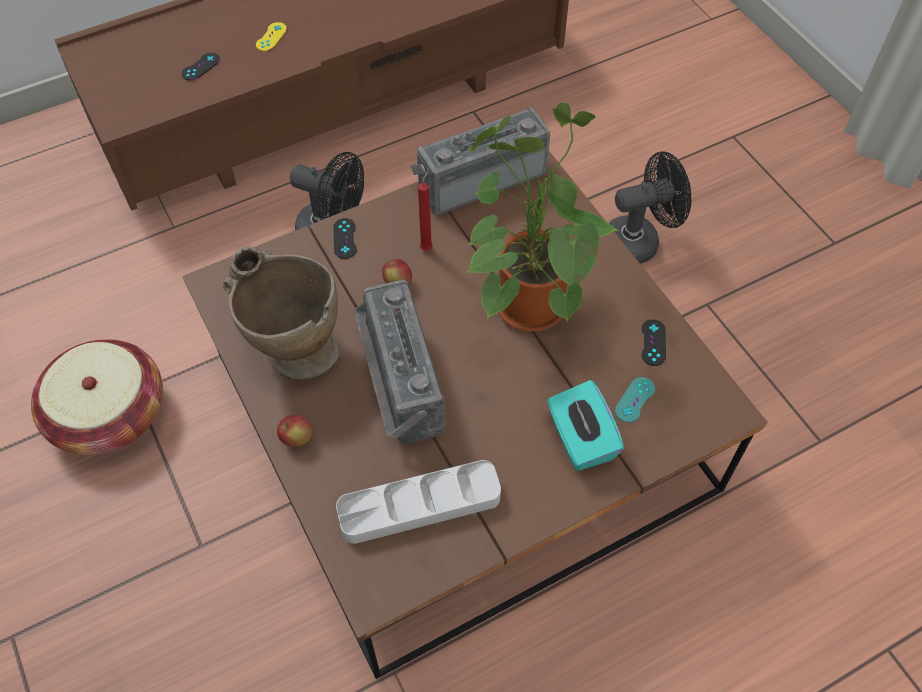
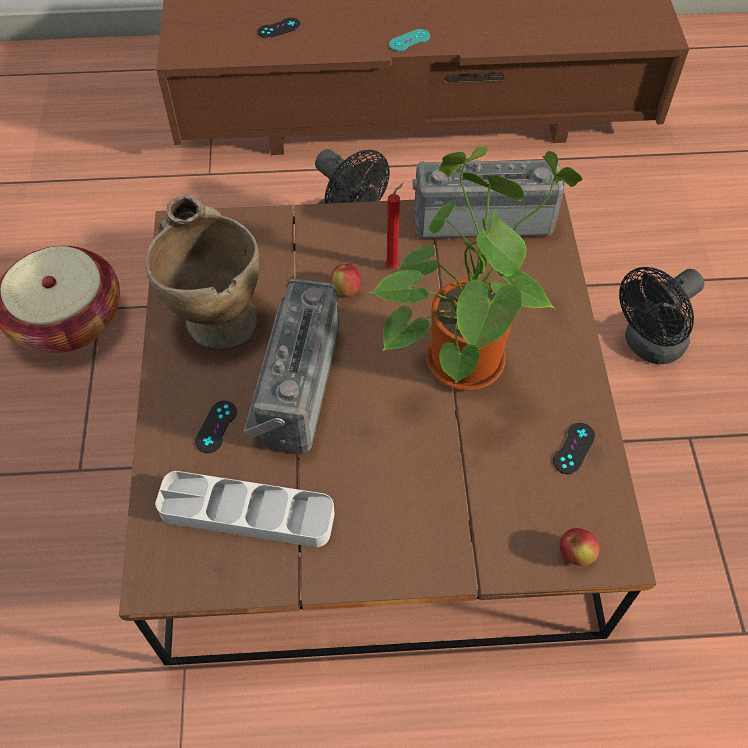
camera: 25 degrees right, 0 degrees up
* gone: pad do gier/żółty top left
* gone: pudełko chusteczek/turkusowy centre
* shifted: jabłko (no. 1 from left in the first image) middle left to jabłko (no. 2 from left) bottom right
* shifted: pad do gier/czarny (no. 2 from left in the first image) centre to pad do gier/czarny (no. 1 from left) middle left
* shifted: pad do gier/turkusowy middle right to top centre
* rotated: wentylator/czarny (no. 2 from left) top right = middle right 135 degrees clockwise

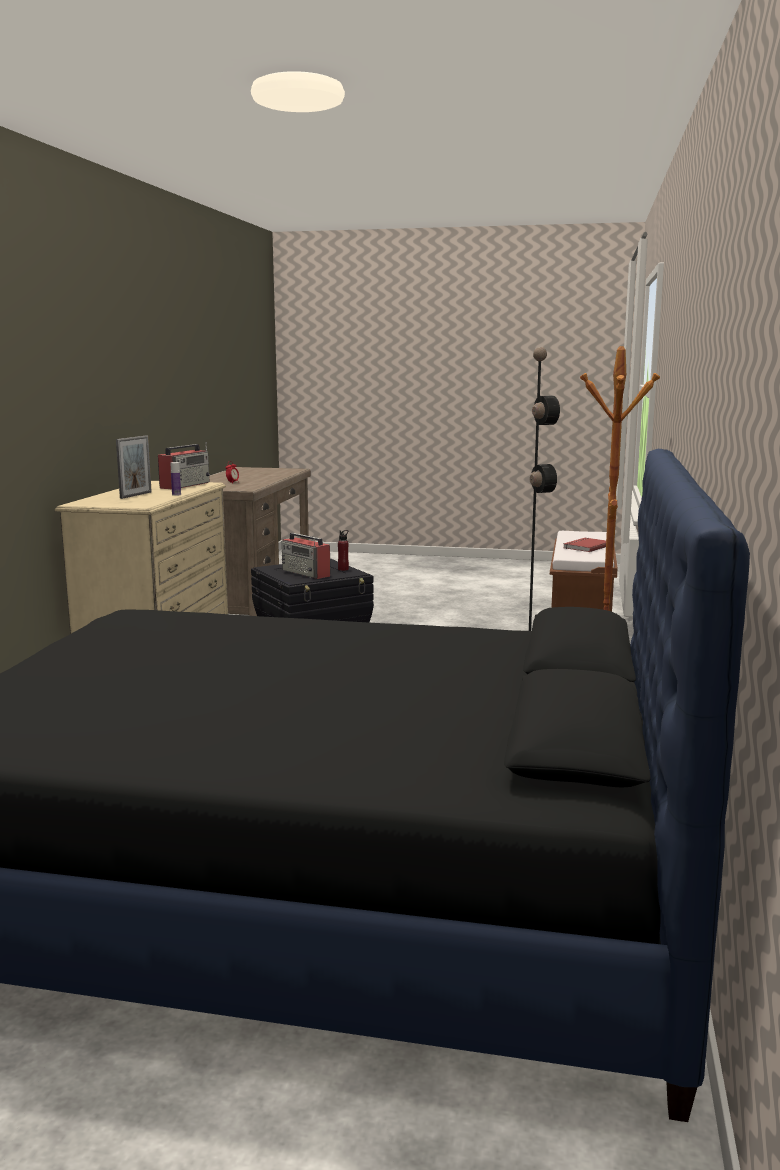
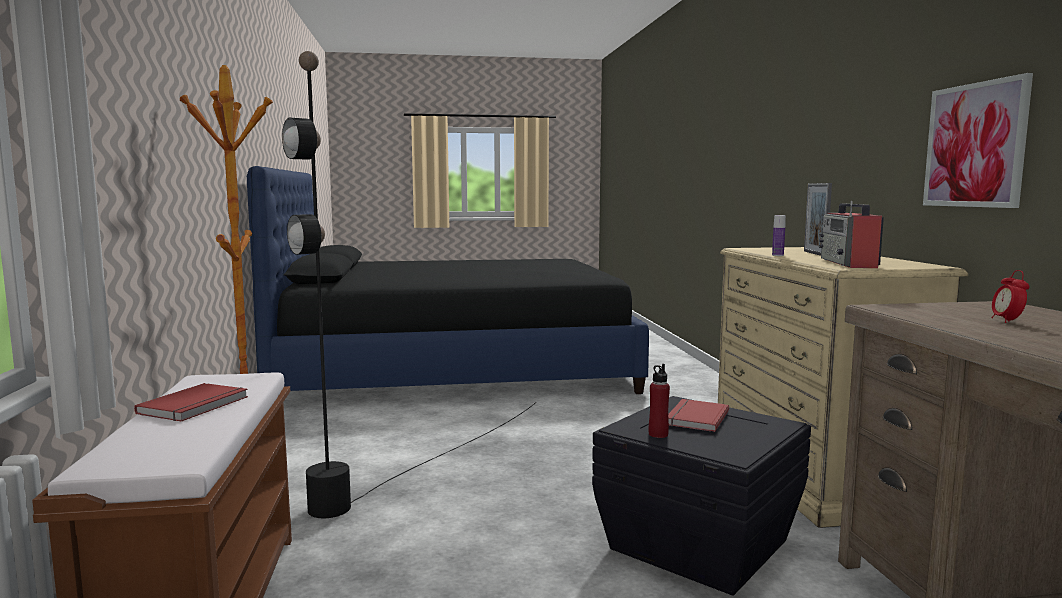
camera: 160 degrees right, 5 degrees down
* new: obraz top right
* swapped: radio (no. 2 from left) centre to książka/czerwony (no. 2 from left) bottom centre

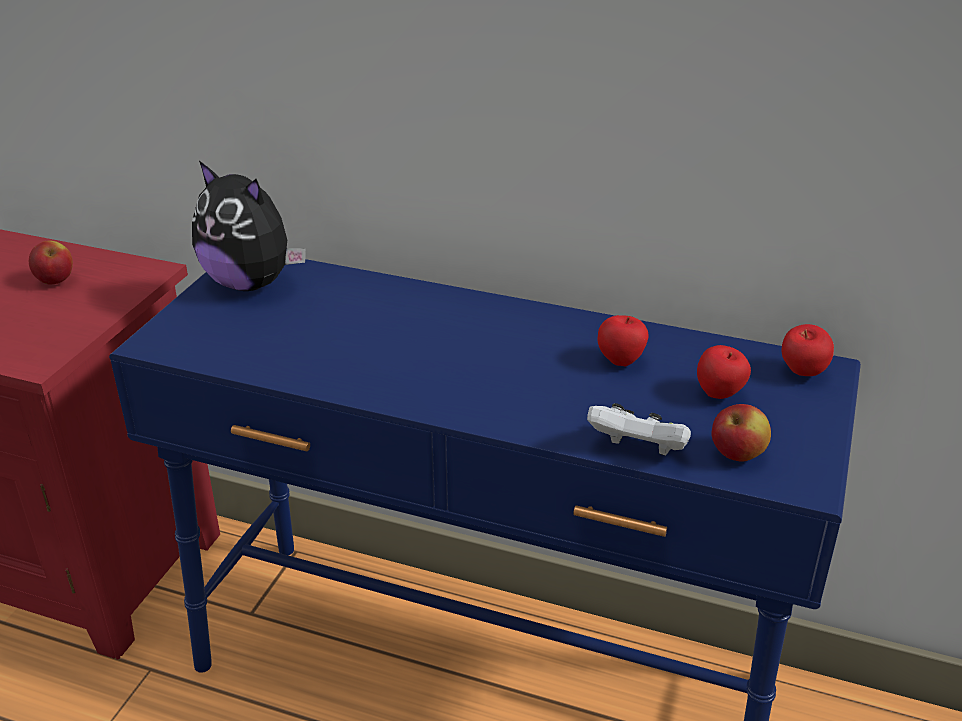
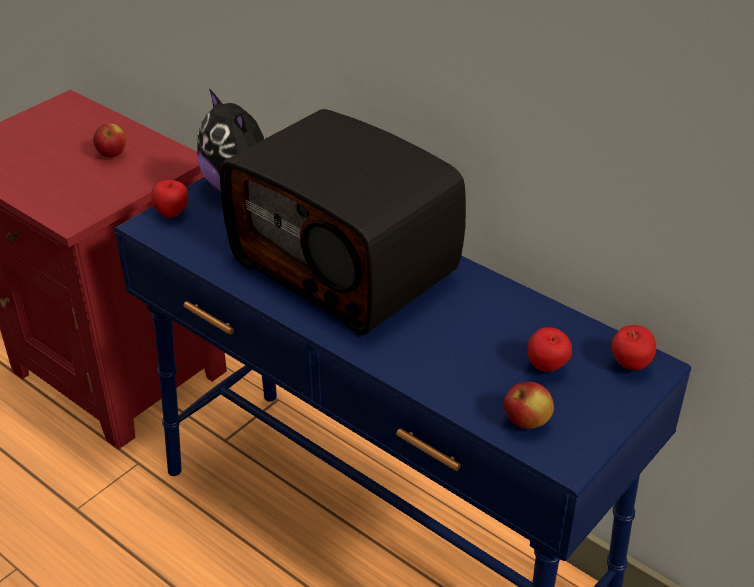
camera: 20 degrees right, 5 degrees up
* gone: pad do gier/biały centre
* new: radio centre
* shifted: jabłko (no. 2 from left) centre to middle left

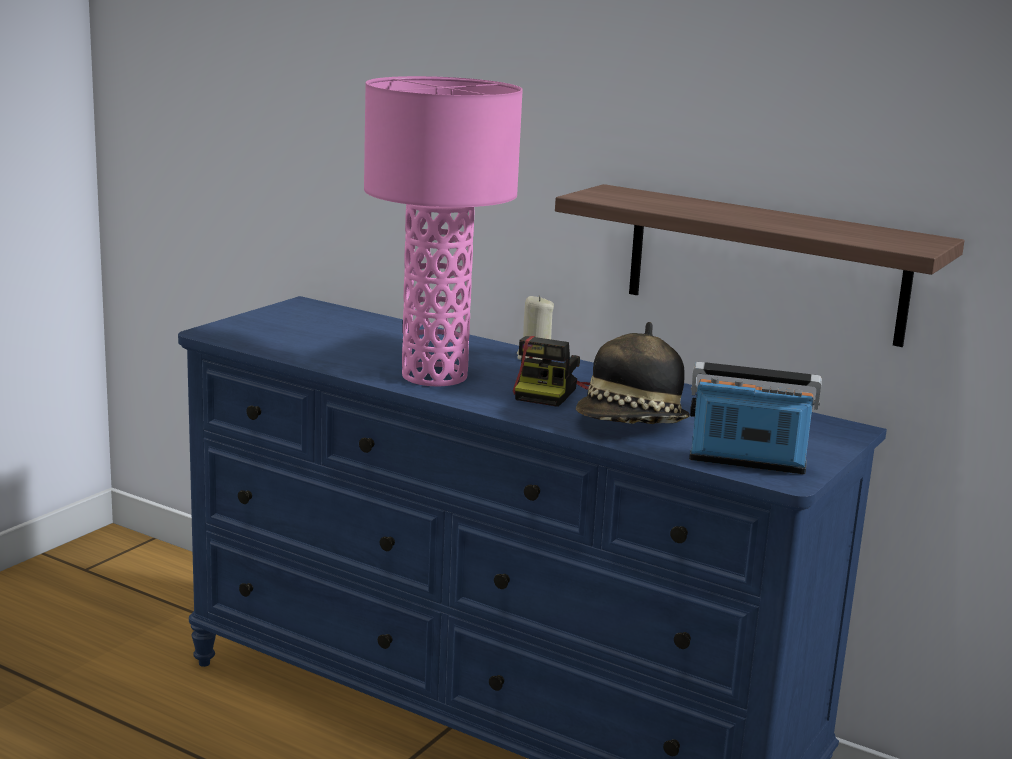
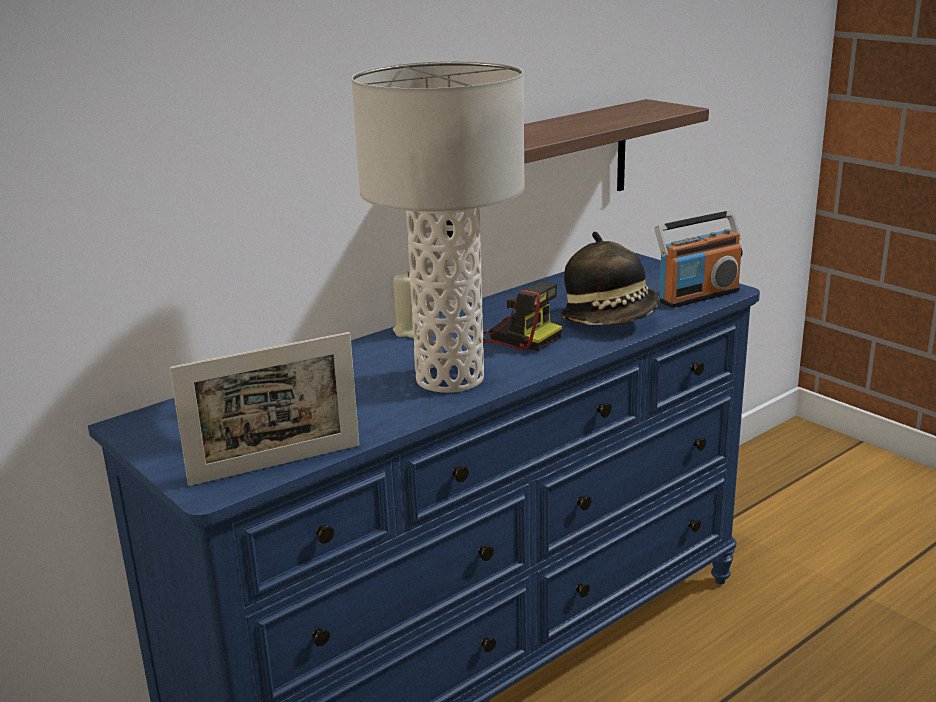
camera: 70 degrees left, 5 degrees up
* new: ramka na zdjęcie middle left
* repainted: lampa stołowa/różowy top centre to lampa stołowa/biały top centre
* rotated: radio middle right = middle right 150 degrees counterclockwise

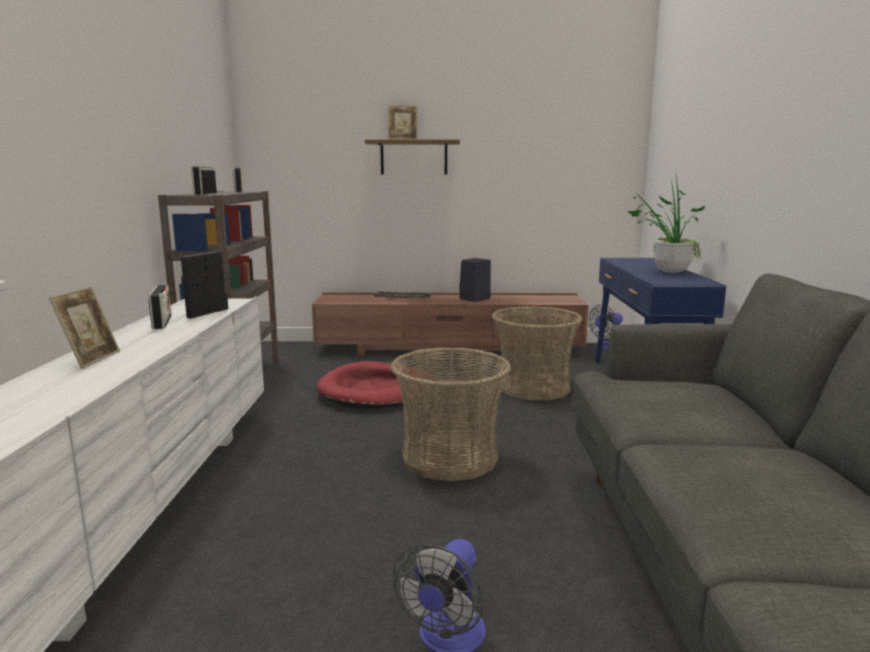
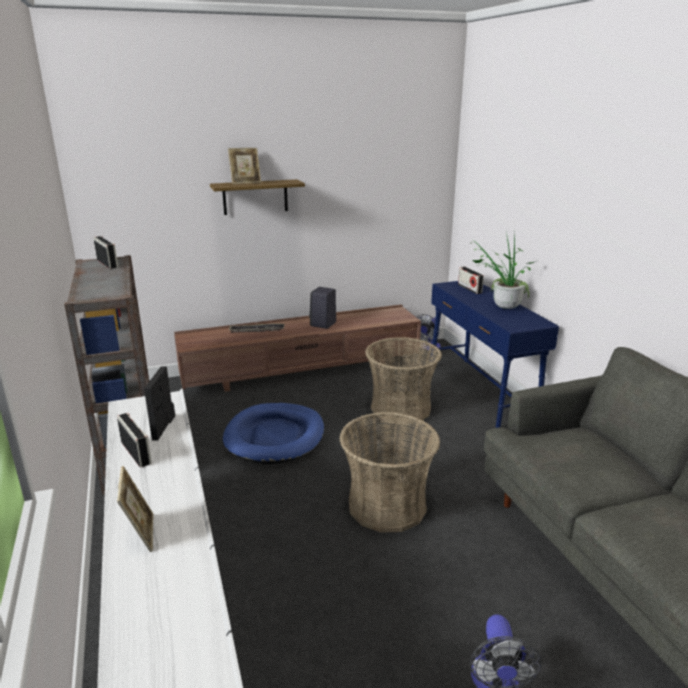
camera: 20 degrees left, 10 degrees up
* shifted: radio (no. 2 from left in the first image) top left to radio (no. 3 from left) middle right
* repainted: legowisko/czerwony centre to legowisko/niebieski centre

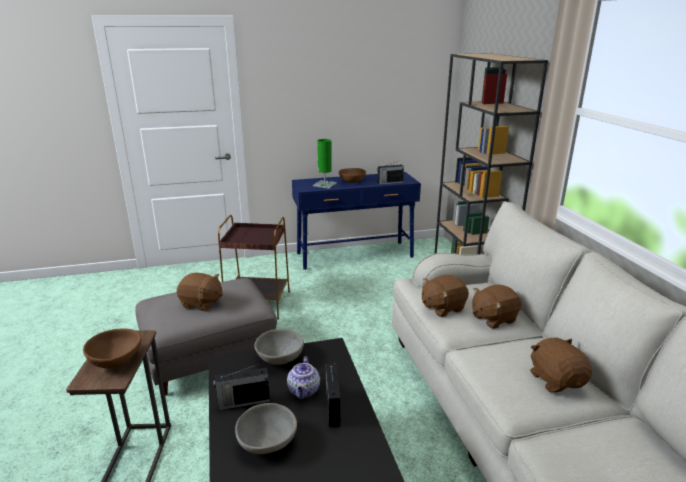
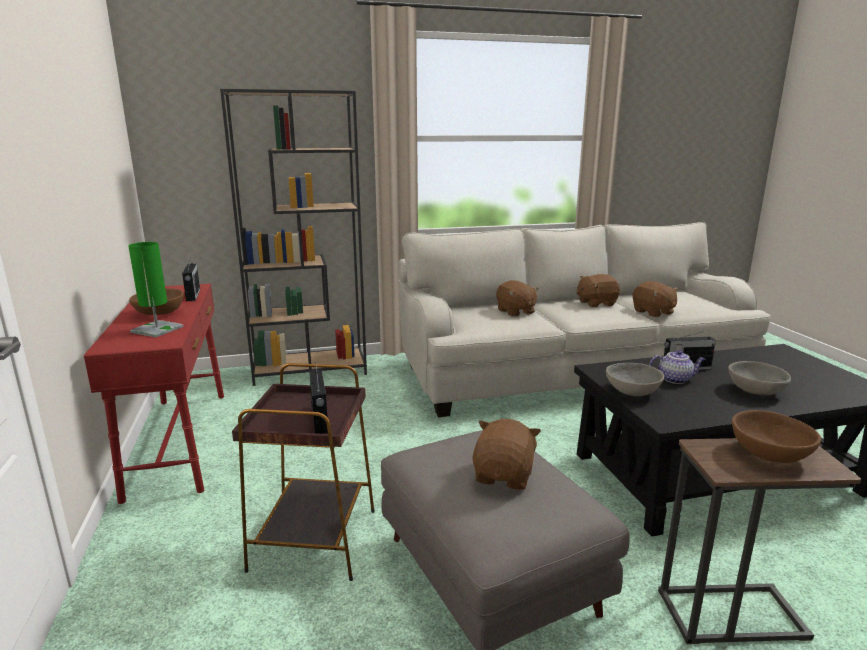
camera: 90 degrees left, 5 degrees down
* shifted: radio (no. 1 from left in the first image) bottom centre to radio (no. 2 from left) centre
* shifted: pluszak/brązowy (no. 2 from left in the first image) centre to pluszak/brązowy (no. 4 from left) middle right
* repainted: stolik konsolowy/niebieski centre to stolik konsolowy/czerwony middle left

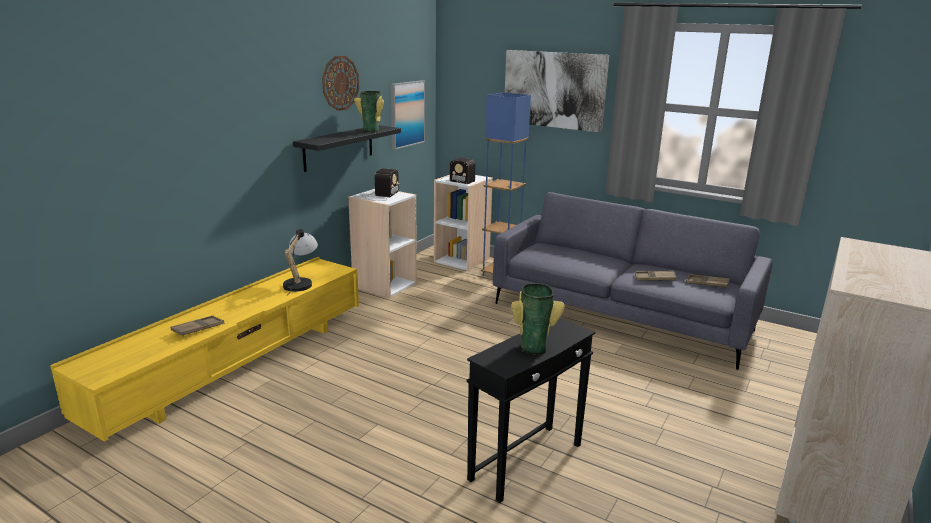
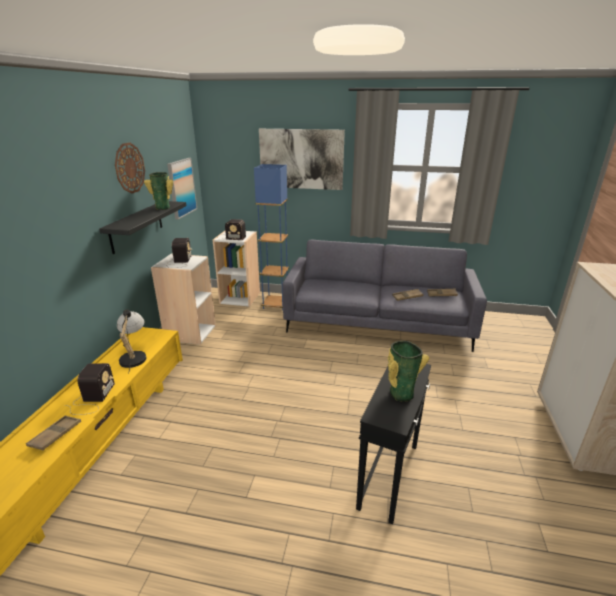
camera: 20 degrees left, 5 degrees up
* new: radio (no. 1 from left) middle left

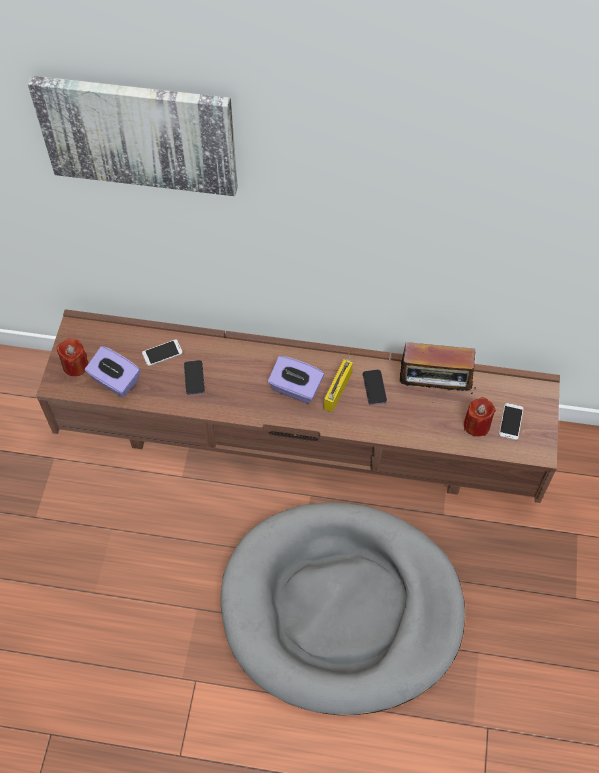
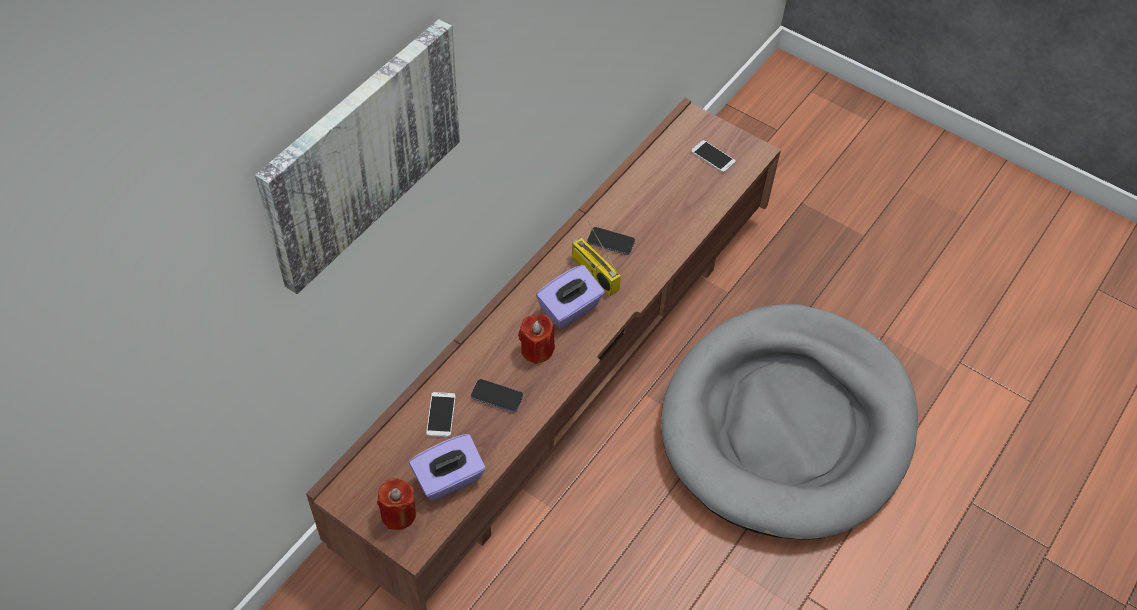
camera: 65 degrees left, 5 degrees down
* gone: radio (no. 2 from left) middle right
* shifted: świeca/czerwony (no. 2 from left) middle right to centre

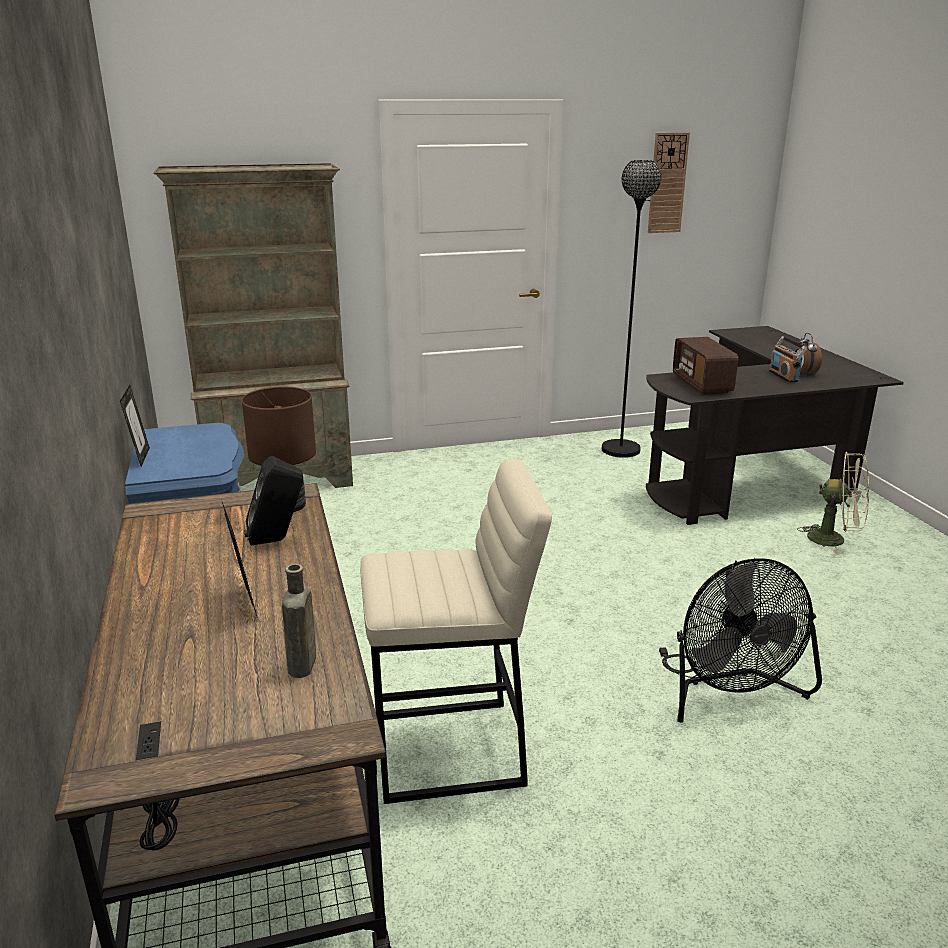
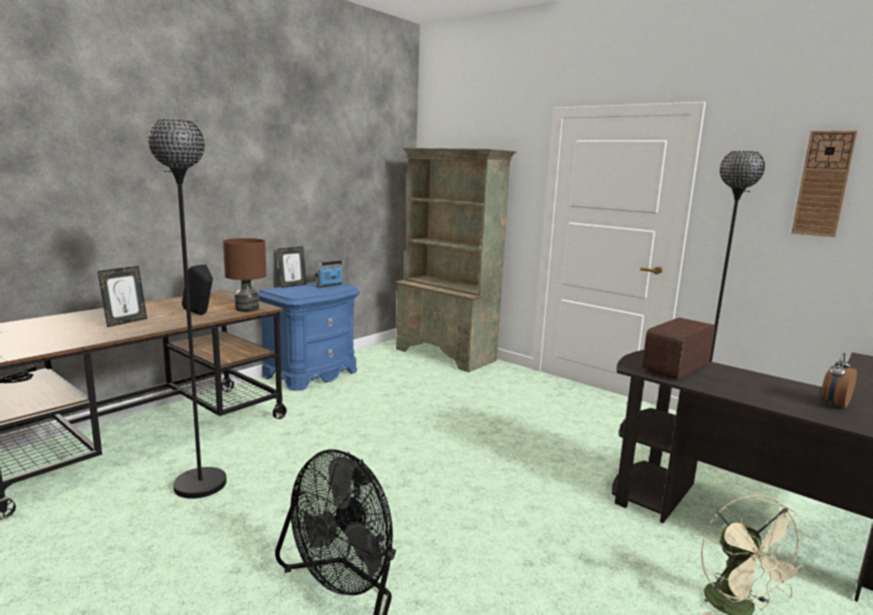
camera: 55 degrees right, 10 degrees down
* gone: butelka/brązowy middle left
* shifted: radio (no. 2 from left in the first image) middle right to radio (no. 1 from left) centre
* swapped: stołek/beżowy centre to lampa stojąca/czarny (no. 1 from left) middle left

